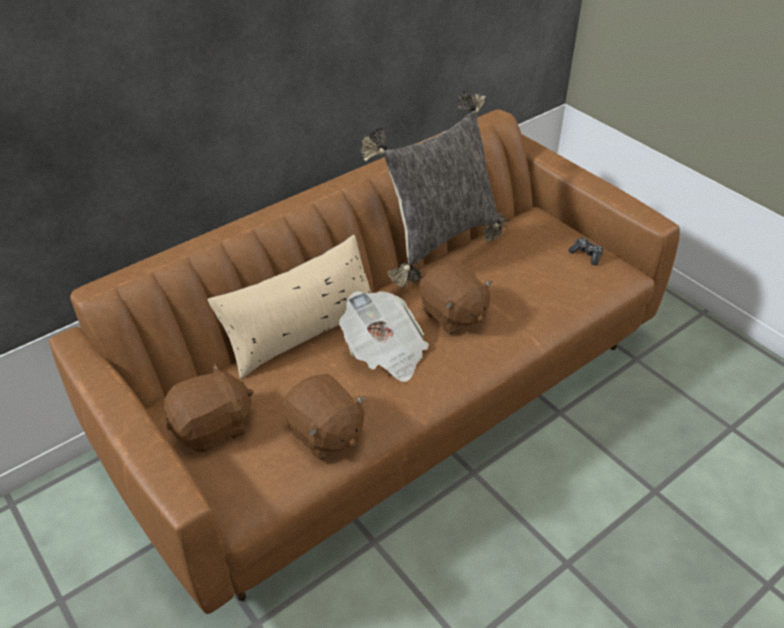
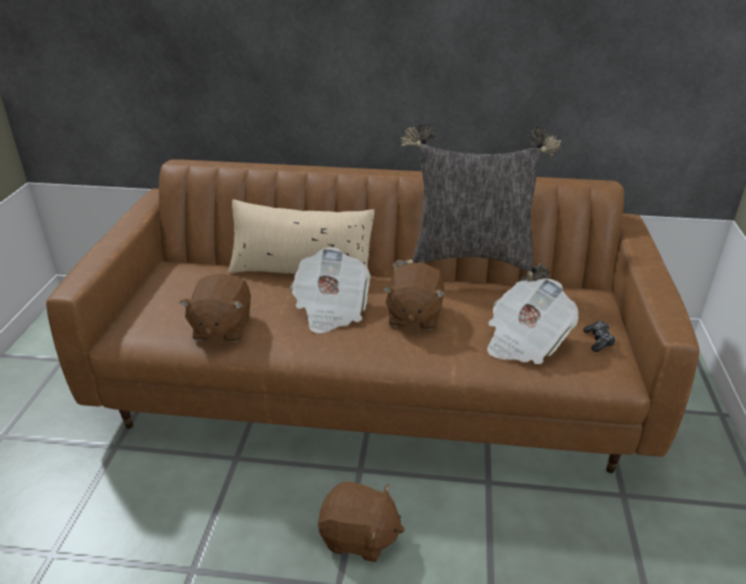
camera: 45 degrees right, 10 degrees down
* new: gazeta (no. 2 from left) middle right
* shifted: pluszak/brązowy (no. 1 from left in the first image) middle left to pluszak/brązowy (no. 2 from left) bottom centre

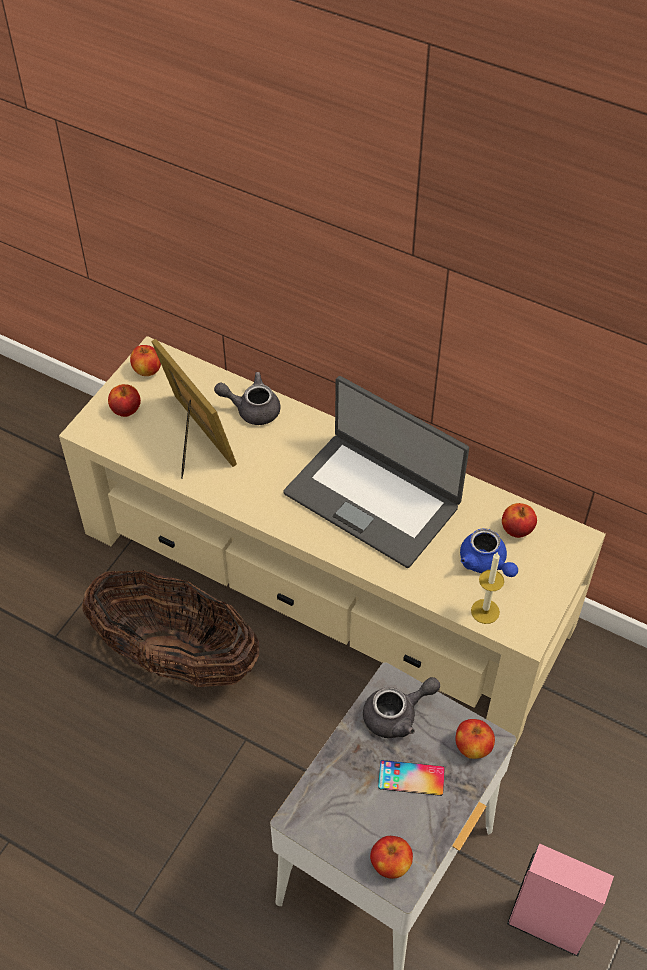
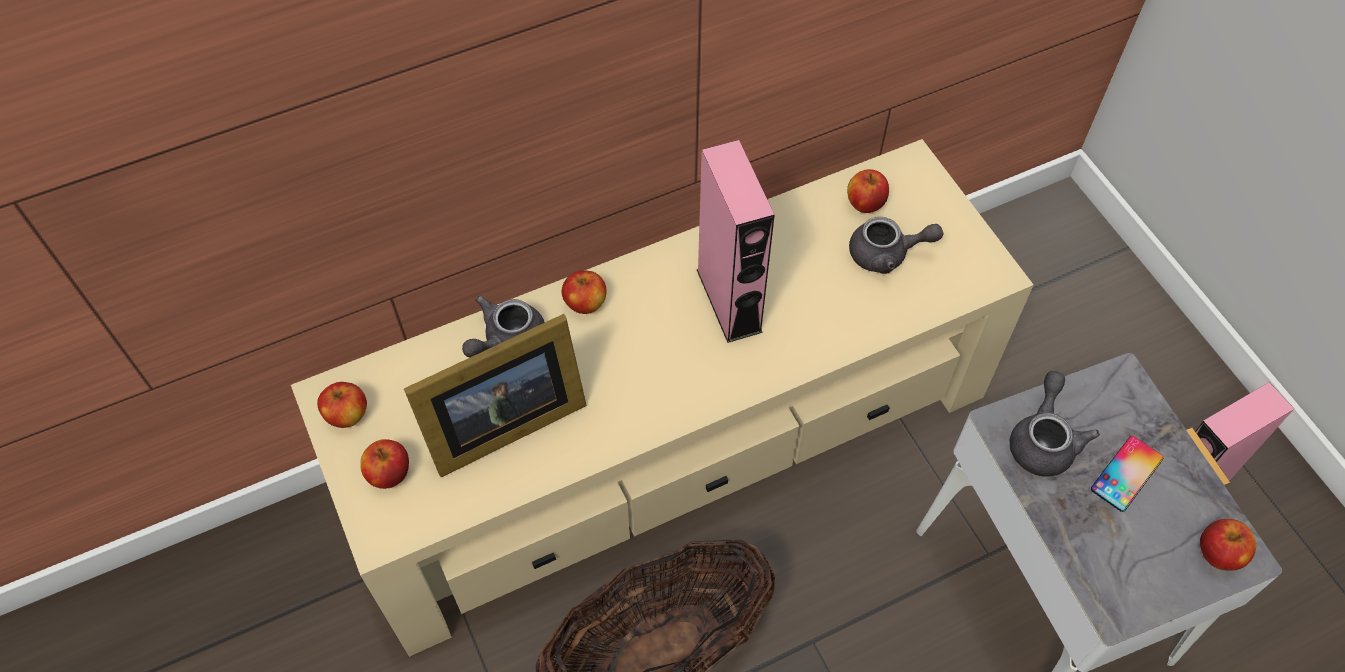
camera: 55 degrees left, 5 degrees up
* gone: świeca middle right
* shifted: jabłko (no. 4 from left in the first image) bottom right to jabłko (no. 3 from left) centre
* swapped: laptop centre to głośnik/różowy (no. 1 from left) centre
* repainted: imbryk/niebieski middle right to imbryk/szary (no. 2 from left) centre
* rotated: ramka na zdjęcie middle left = centre 150 degrees clockwise

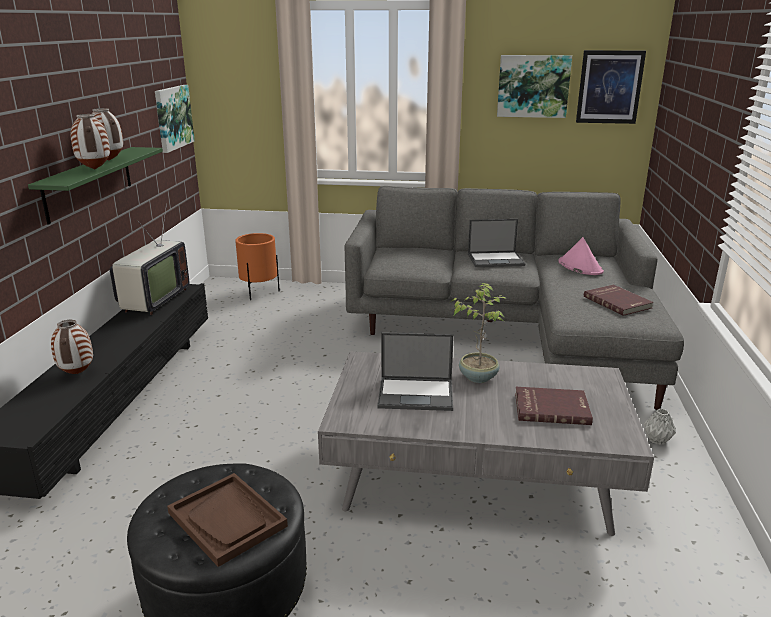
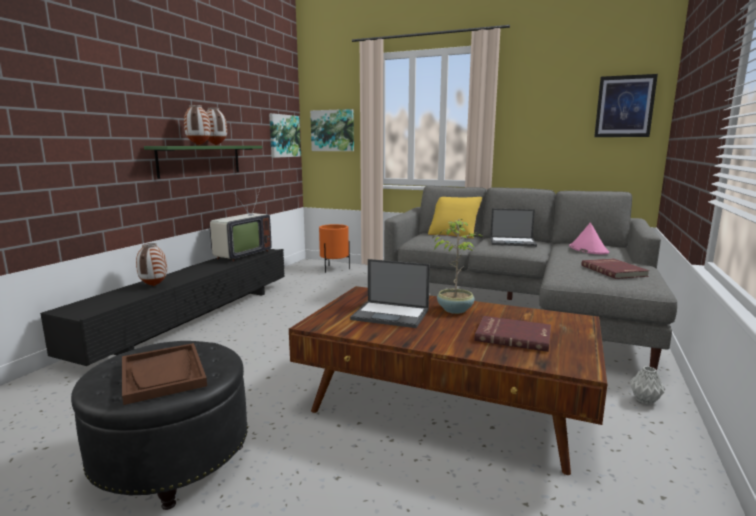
camera: 15 degrees right, 10 degrees down
* new: poduszka/żółty centre
* shifted: obraz (no. 2 from left) top right to top centre
* repainted: ława/szary bottom centre to ława/brązowy bottom centre

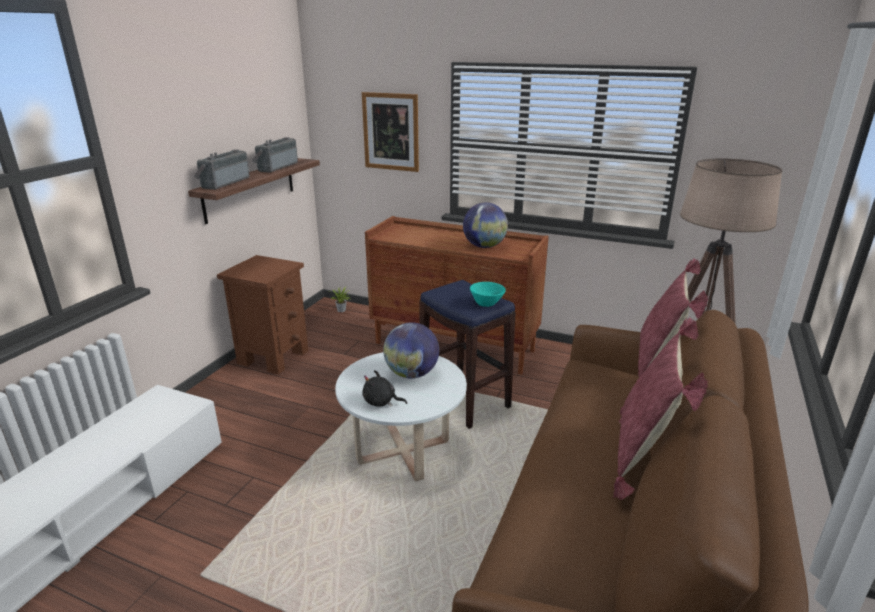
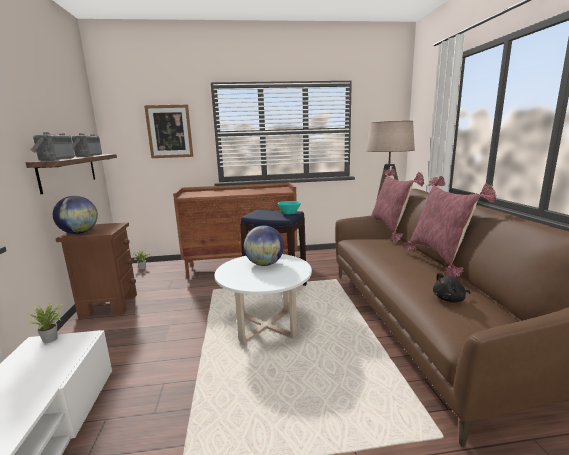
camera: 30 degrees left, 10 degrees down
* new: roślina doniczkowa (no. 1 from left) bottom left
* shifted: pluszak/czarny centre to middle right
* shifted: globus (no. 2 from left in the first image) centre to globus (no. 1 from left) middle left

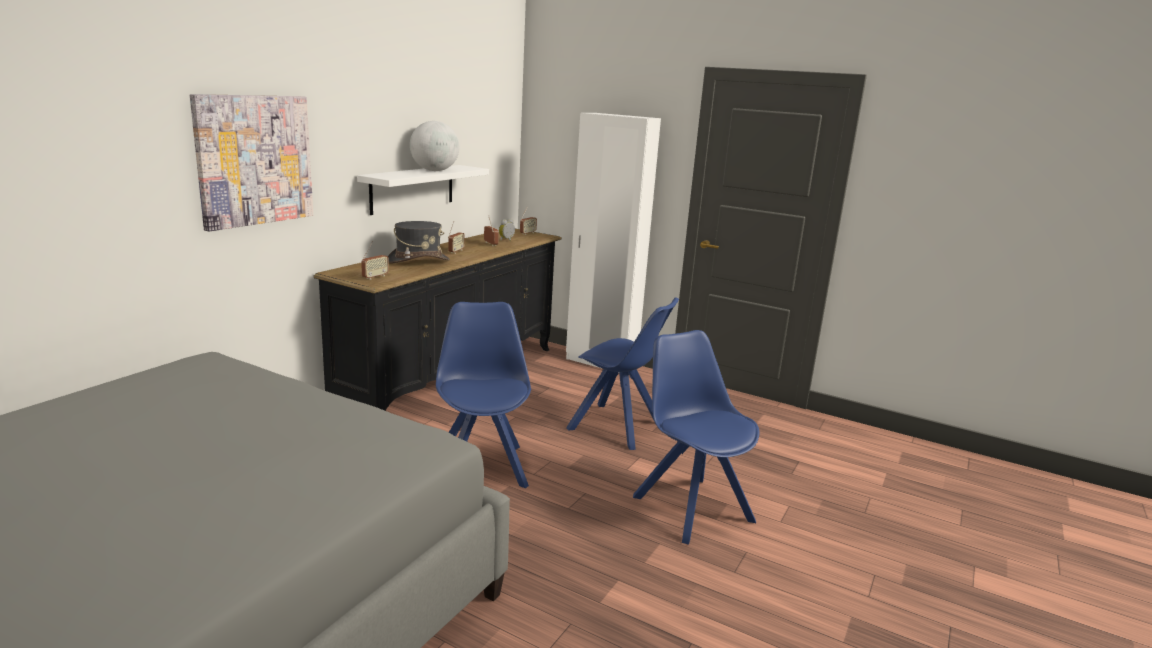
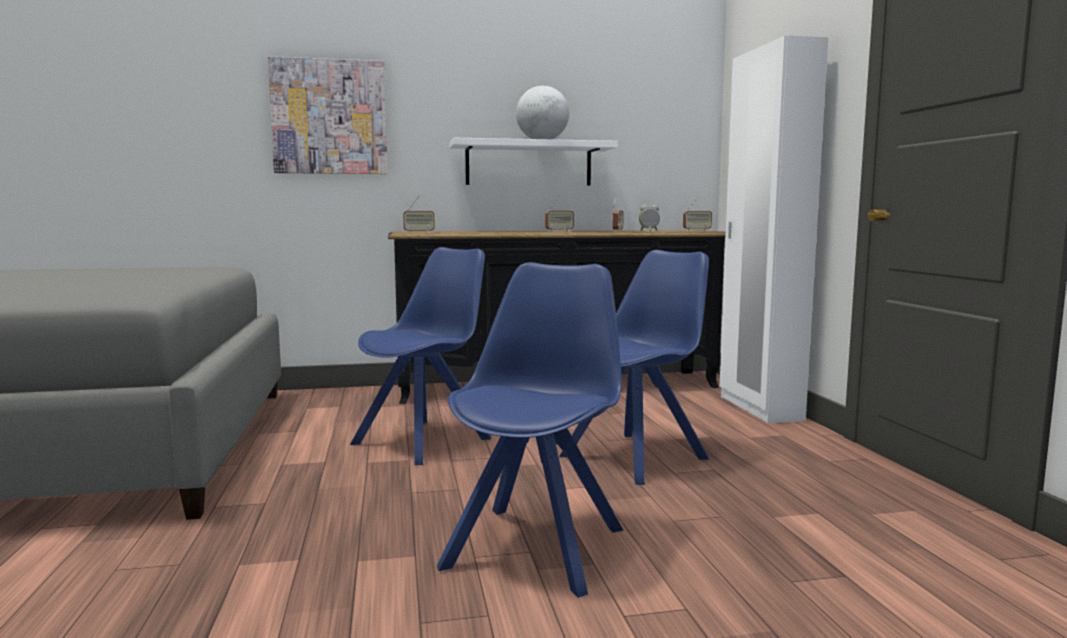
camera: 50 degrees right, 10 degrees down
* gone: kapelusz/szary centre
* rotated: krzesło/niebieski (no. 2 from left in the first image) centre = centre 120 degrees counterclockwise

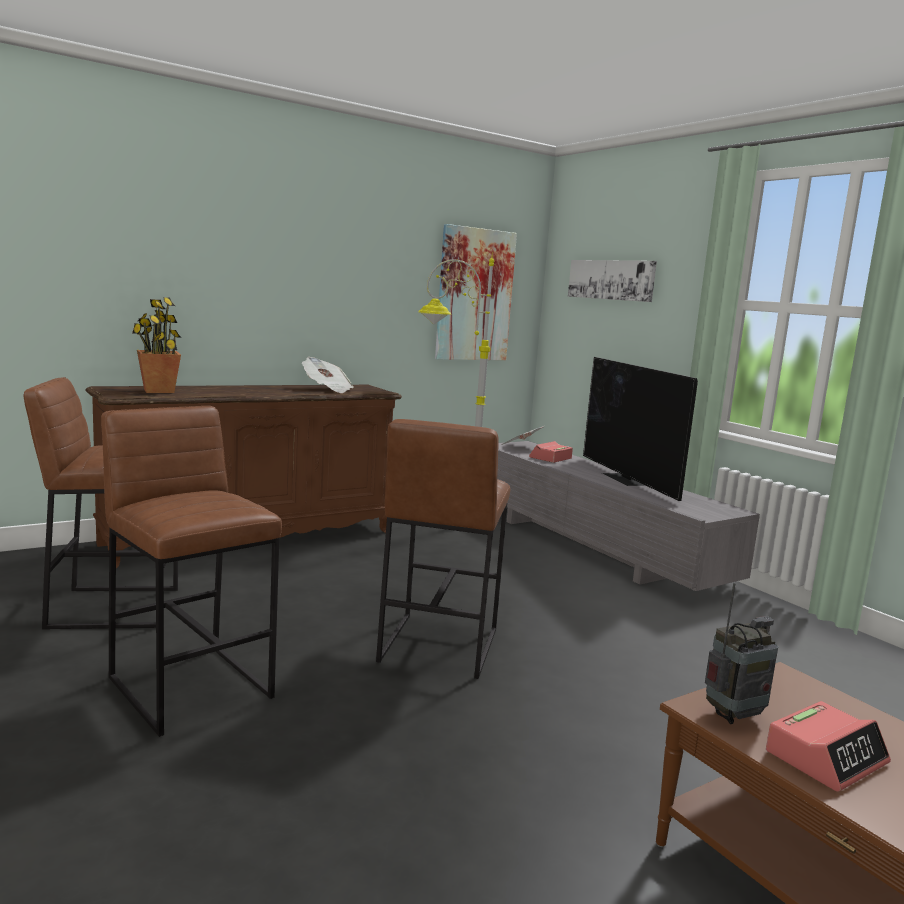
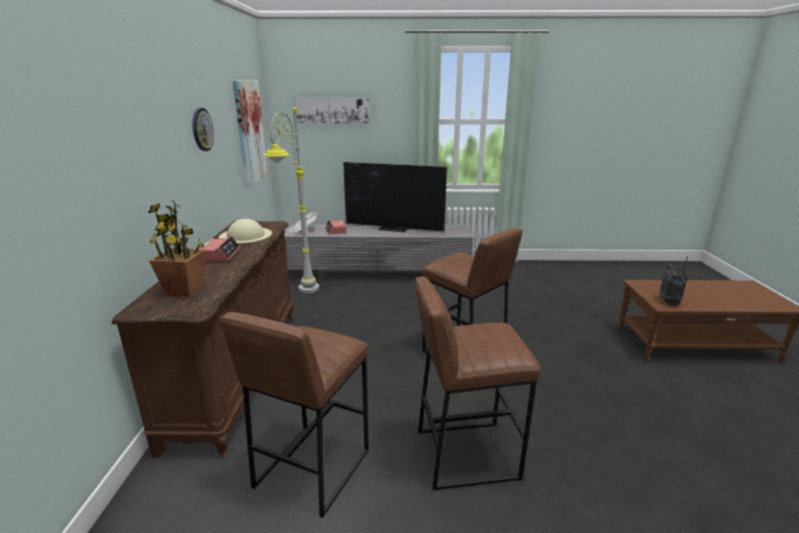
camera: 55 degrees left, 10 degrees up
* new: zegar ścienny top left
* shifted: budzik (no. 2 from left in the first image) bottom right to budzik (no. 1 from left) middle left
* swapped: gazeta (no. 1 from left) centre to kapelusz/beżowy middle left

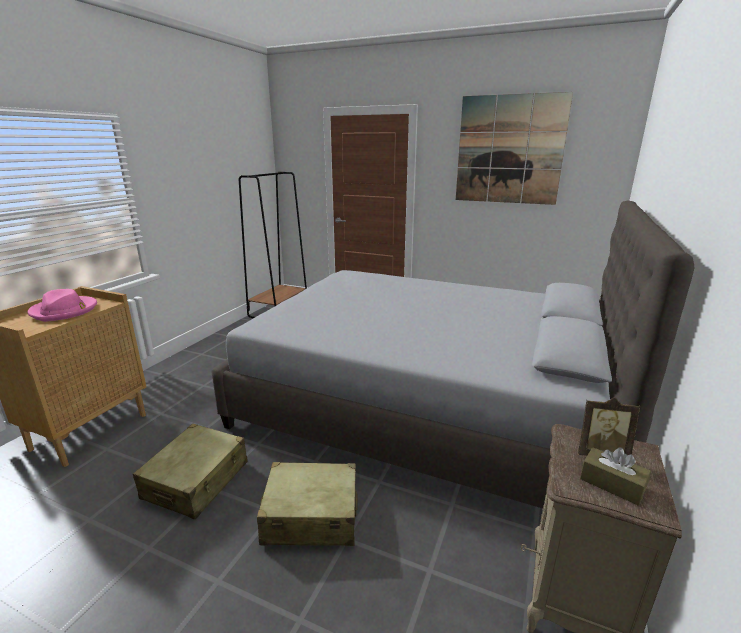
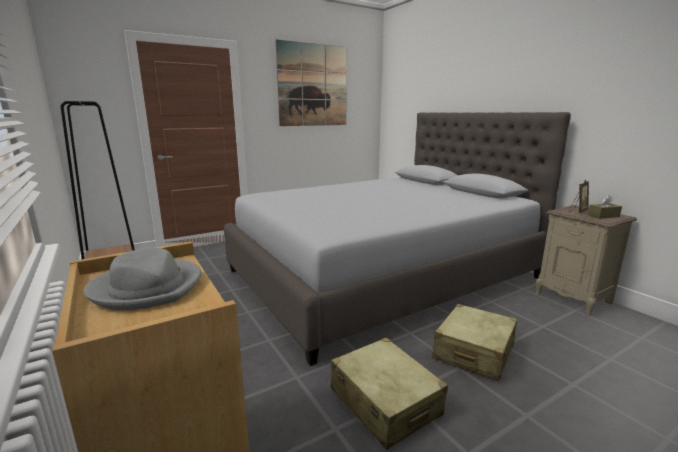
camera: 55 degrees left, 5 degrees down
* repainted: kapelusz/różowy middle left to kapelusz/szary middle left

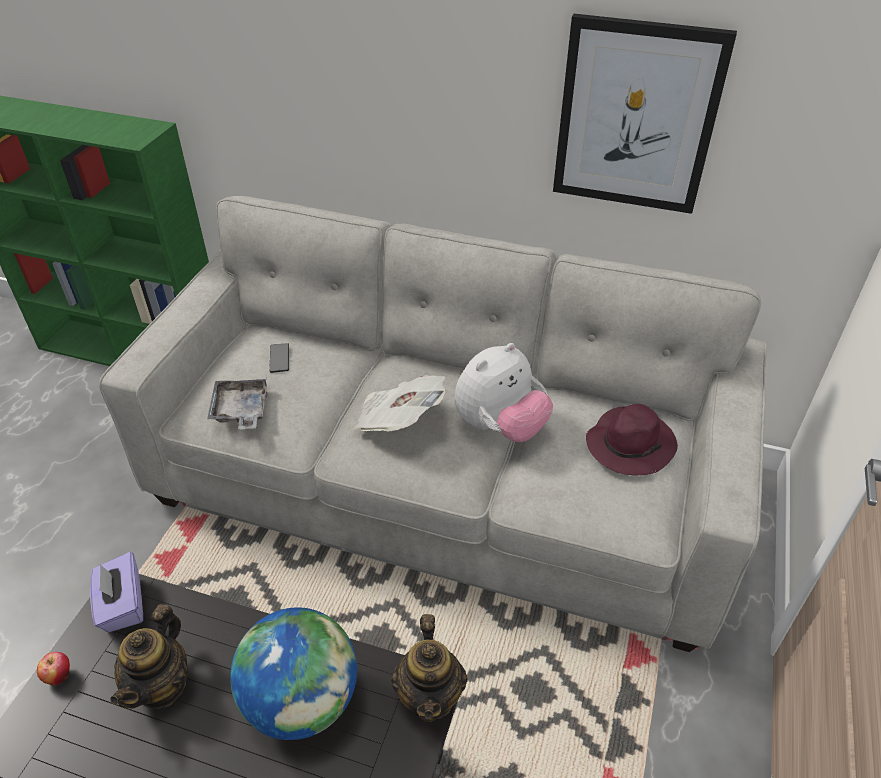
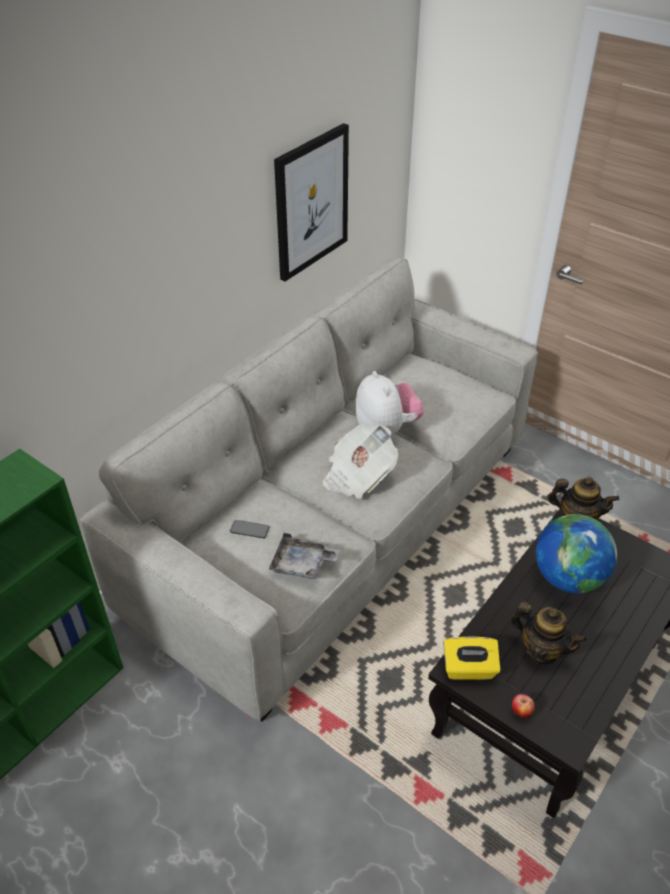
camera: 70 degrees left, 0 degrees up
* gone: kapelusz/fioletowy middle right
* repainted: pudełko chusteczek/fioletowy bottom left to pudełko chusteczek/żółty bottom right

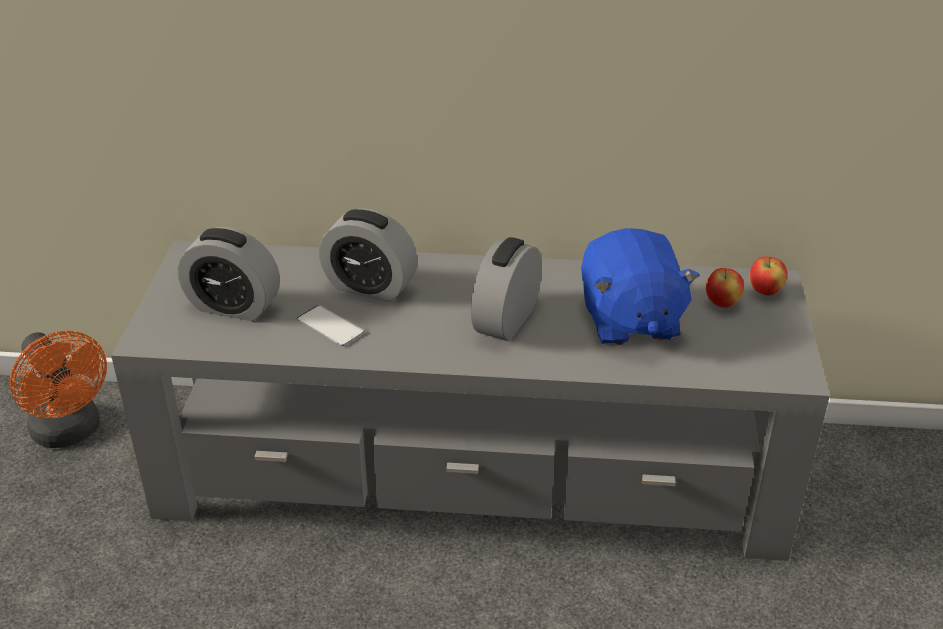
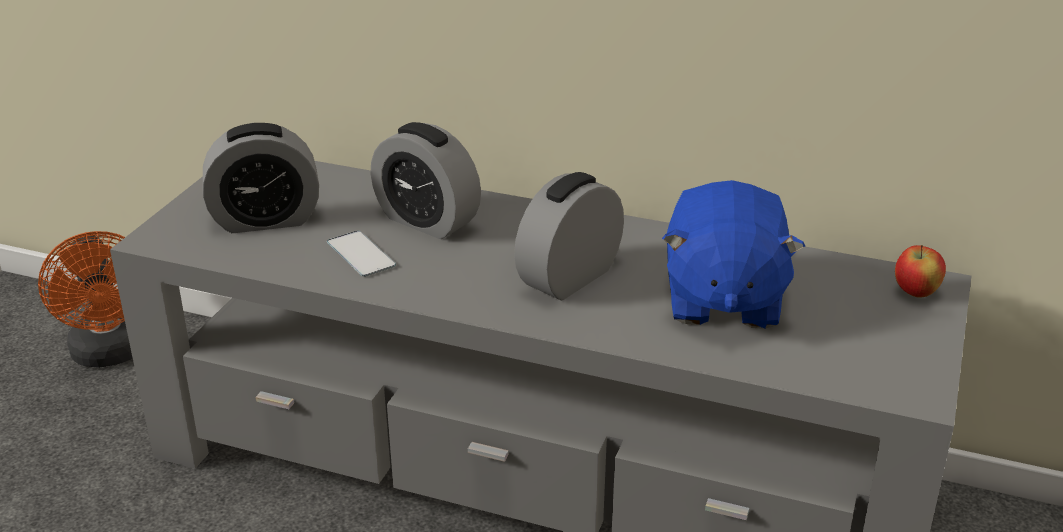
camera: 15 degrees right, 5 degrees down
* gone: jabłko (no. 1 from left) middle right
* rotated: budzik (no. 1 from left) middle left = middle left 45 degrees counterclockwise

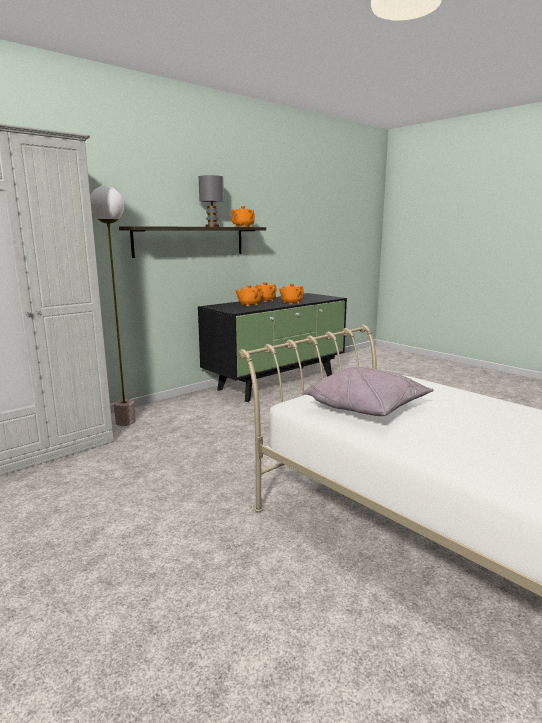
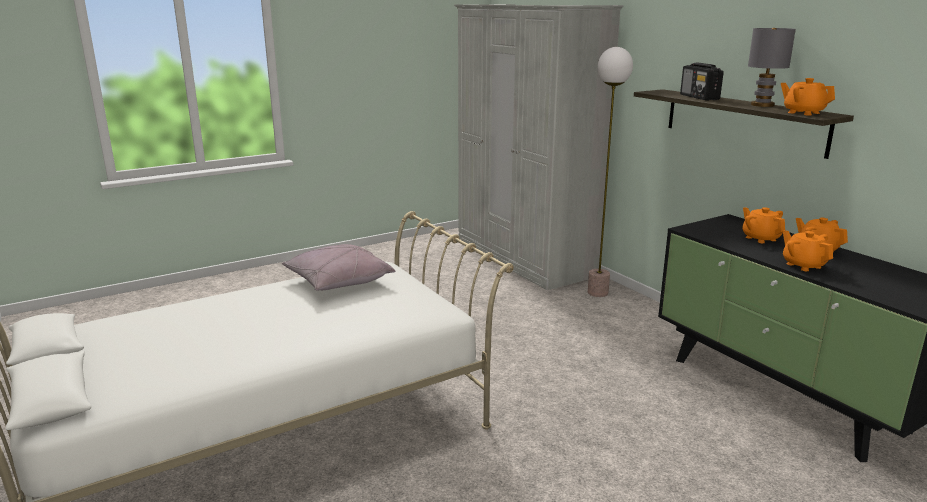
camera: 100 degrees right, 5 degrees up
* new: radio top right

